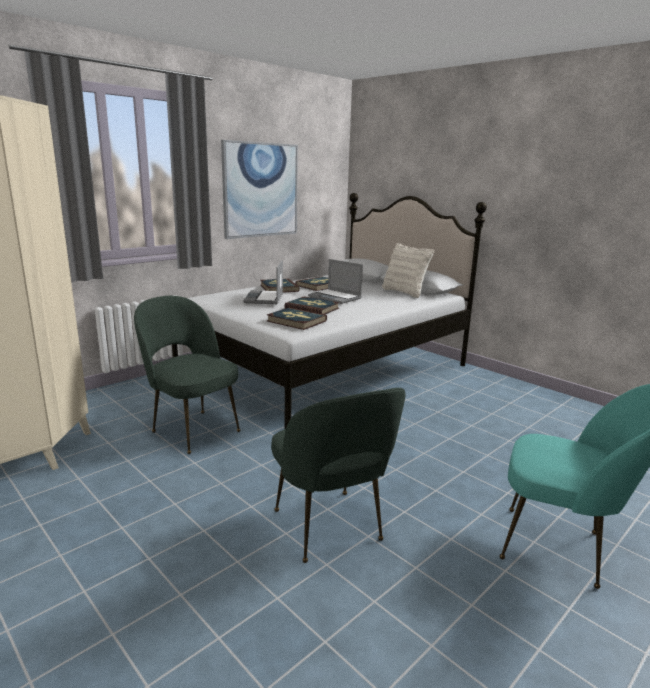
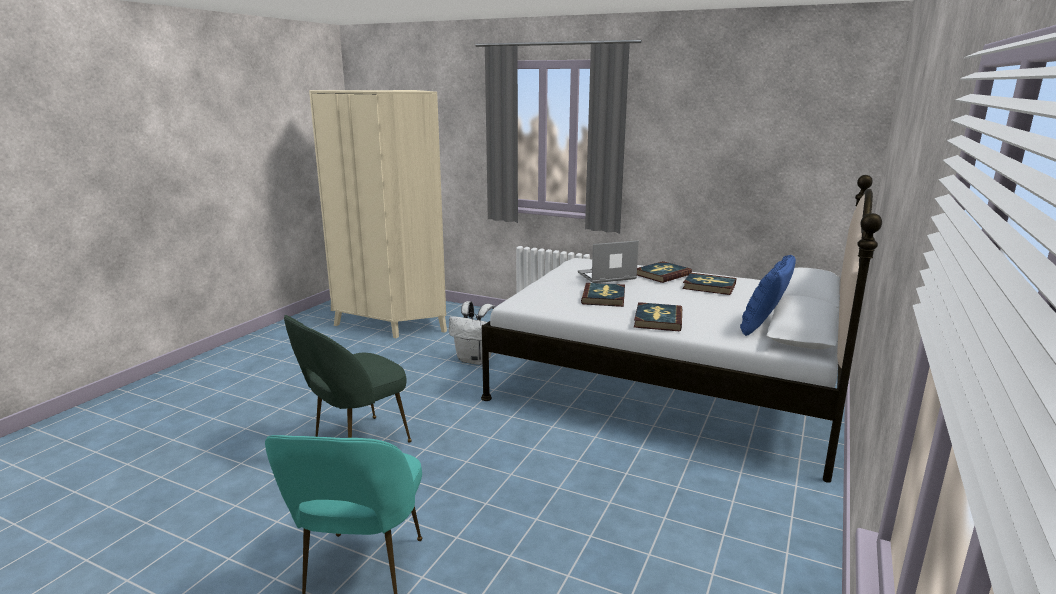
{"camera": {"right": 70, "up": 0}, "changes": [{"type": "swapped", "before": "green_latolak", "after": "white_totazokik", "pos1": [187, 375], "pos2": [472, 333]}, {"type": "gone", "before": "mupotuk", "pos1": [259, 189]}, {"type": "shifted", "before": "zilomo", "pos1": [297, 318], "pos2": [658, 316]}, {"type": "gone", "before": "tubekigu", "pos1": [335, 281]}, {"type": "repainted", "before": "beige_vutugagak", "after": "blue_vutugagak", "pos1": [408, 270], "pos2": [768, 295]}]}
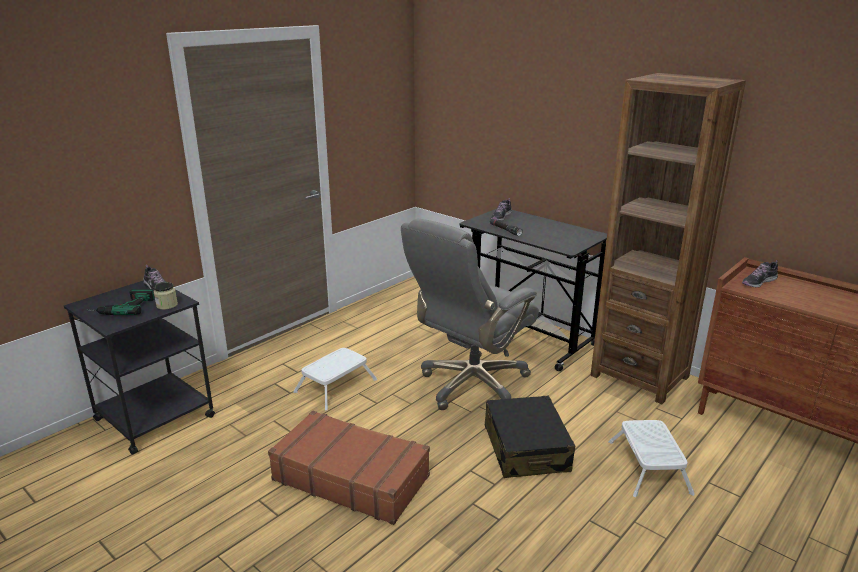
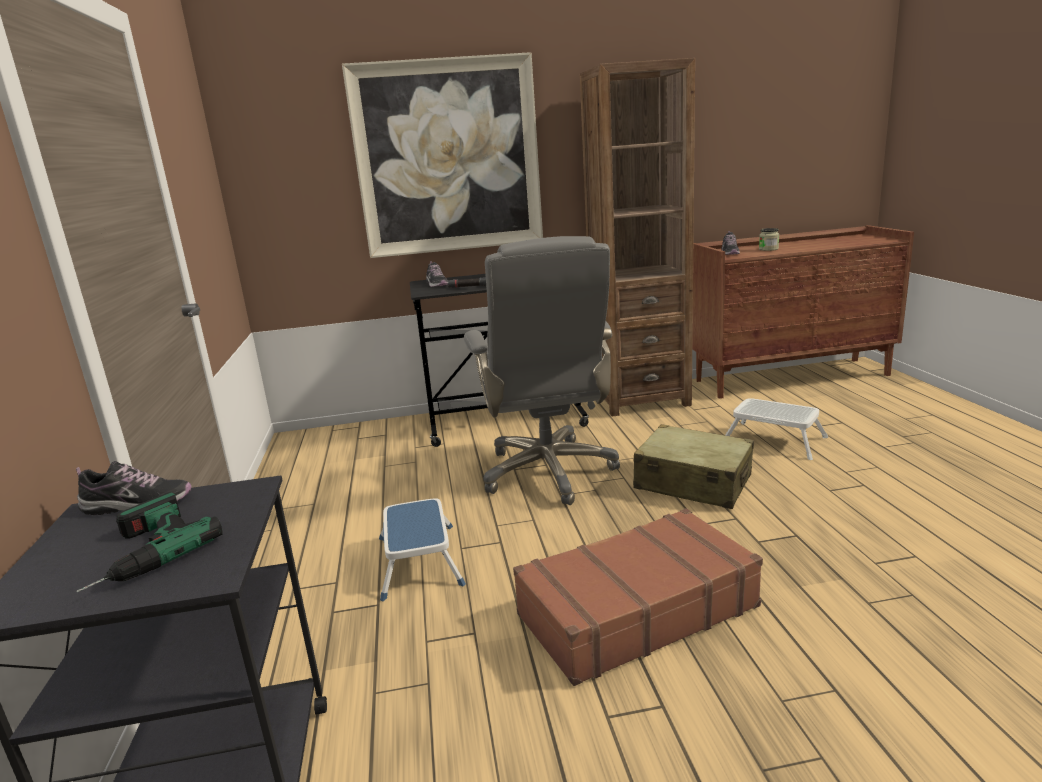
{"camera": {"right": -50, "up": -5}, "changes": [{"type": "shifted", "before": "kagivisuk", "pos1": [166, 296], "pos2": [769, 239]}, {"type": "repainted", "before": "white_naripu", "after": "blue_naripu", "pos1": [335, 379], "pos2": [422, 549]}, {"type": "repainted", "before": "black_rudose", "after": "beige_rudose", "pos1": [530, 436], "pos2": [693, 466]}, {"type": "new", "after": "mupotuk", "pos2": [442, 155]}]}
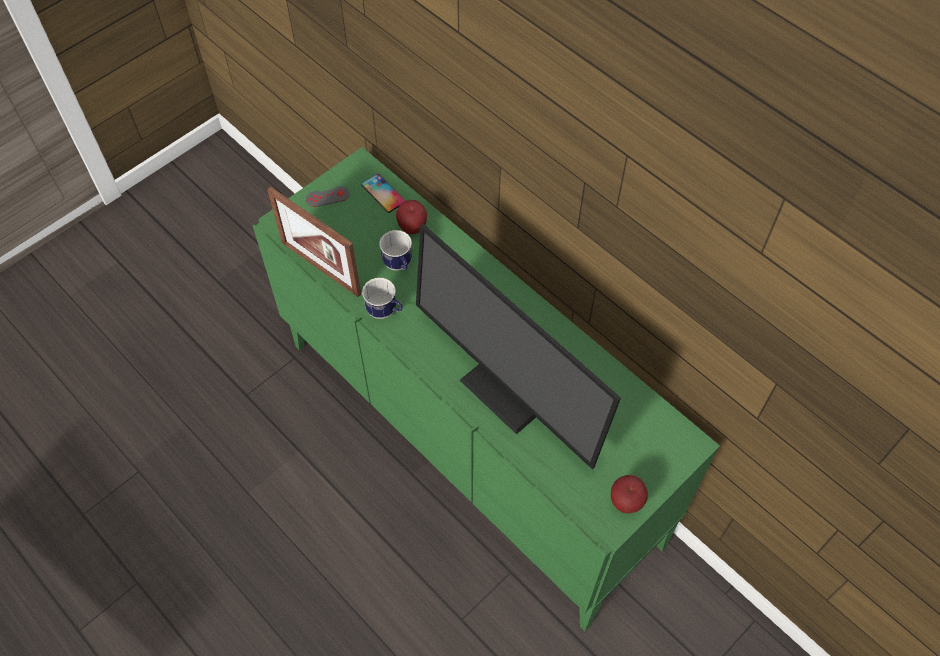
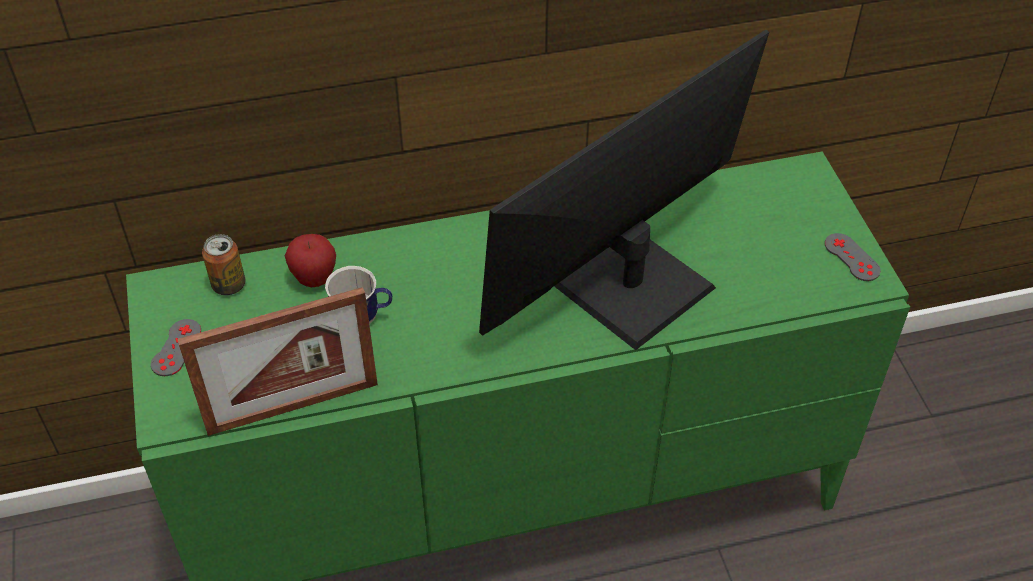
{"camera": {"right": -60, "up": -10}, "changes": [{"type": "swapped", "before": "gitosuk", "after": "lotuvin", "pos1": [383, 193], "pos2": [224, 264]}, {"type": "gone", "before": "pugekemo", "pos1": [382, 298]}, {"type": "rotated", "before": "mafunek", "pos1": [518, 346], "pos2": [624, 190], "turn": 150}, {"type": "swapped", "before": "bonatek", "after": "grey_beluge", "pos1": [629, 494], "pos2": [853, 257]}]}
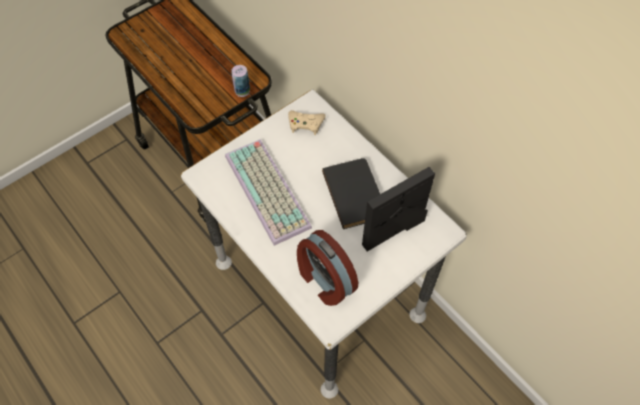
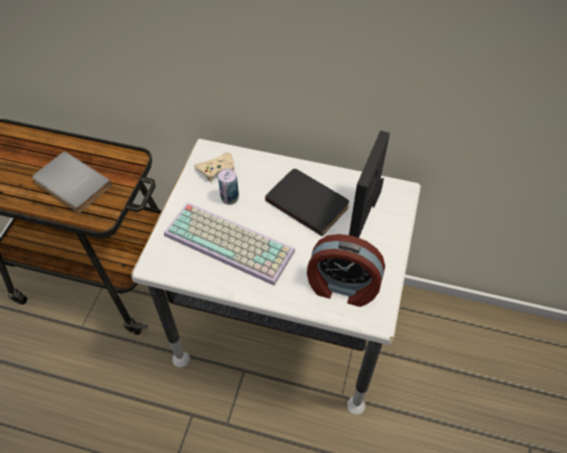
{"camera": {"right": -35, "up": -5}, "changes": [{"type": "shifted", "before": "lotuvin", "pos1": [240, 81], "pos2": [228, 187]}, {"type": "new", "after": "grey_zilomo", "pos2": [72, 182]}]}
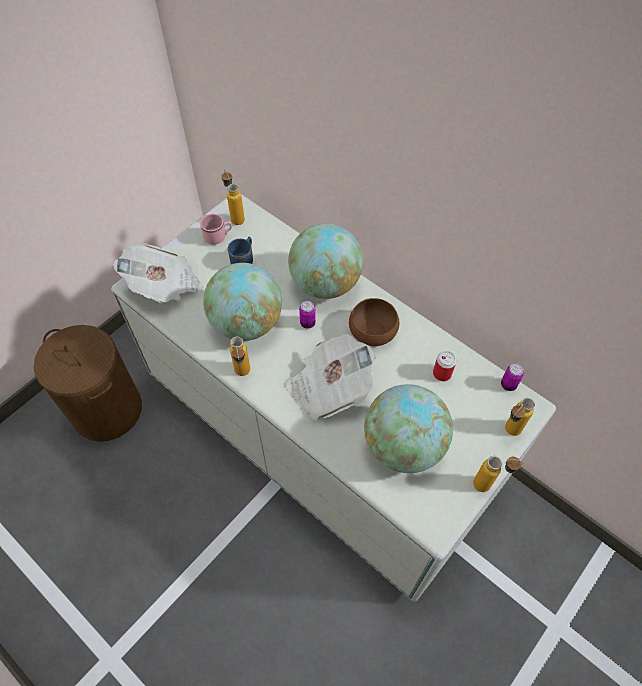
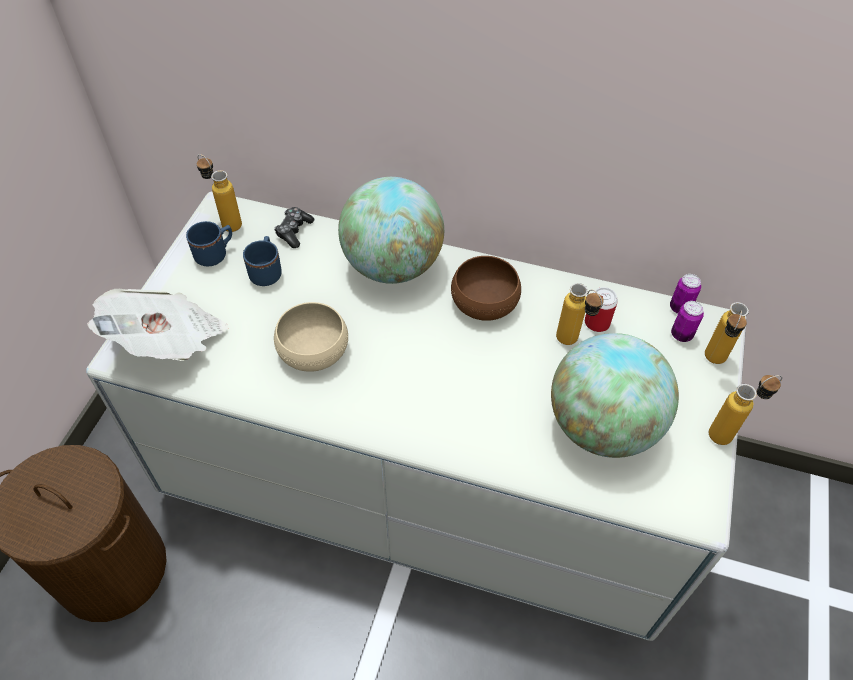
{"camera": {"right": -25, "up": -5}, "changes": [{"type": "repainted", "before": "pink_pugekemo", "after": "blue_pugekemo", "pos1": [216, 229], "pos2": [209, 243]}, {"type": "swapped", "before": "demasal", "after": "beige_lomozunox", "pos1": [242, 302], "pos2": [311, 337]}, {"type": "shifted", "before": "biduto", "pos1": [240, 356], "pos2": [580, 314]}, {"type": "gone", "before": "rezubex", "pos1": [331, 377]}, {"type": "shifted", "before": "lotuvin", "pos1": [307, 315], "pos2": [687, 321]}, {"type": "new", "after": "beluge", "pos2": [294, 227]}]}
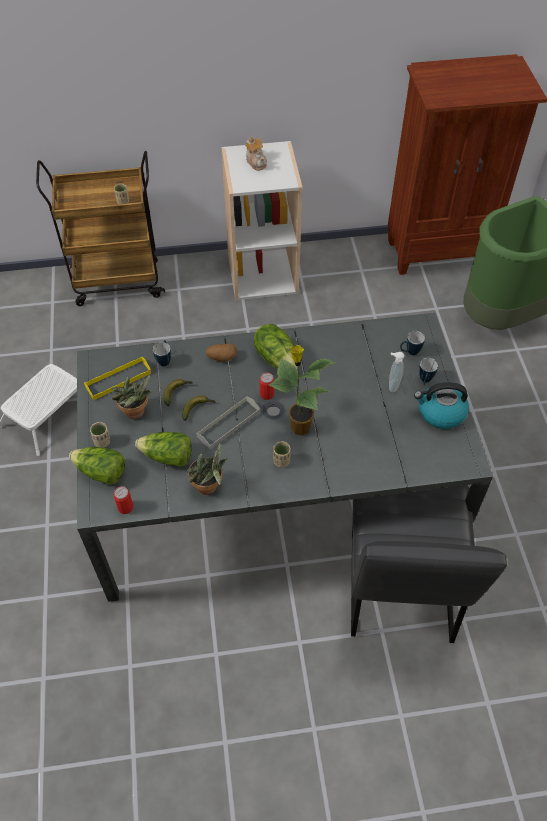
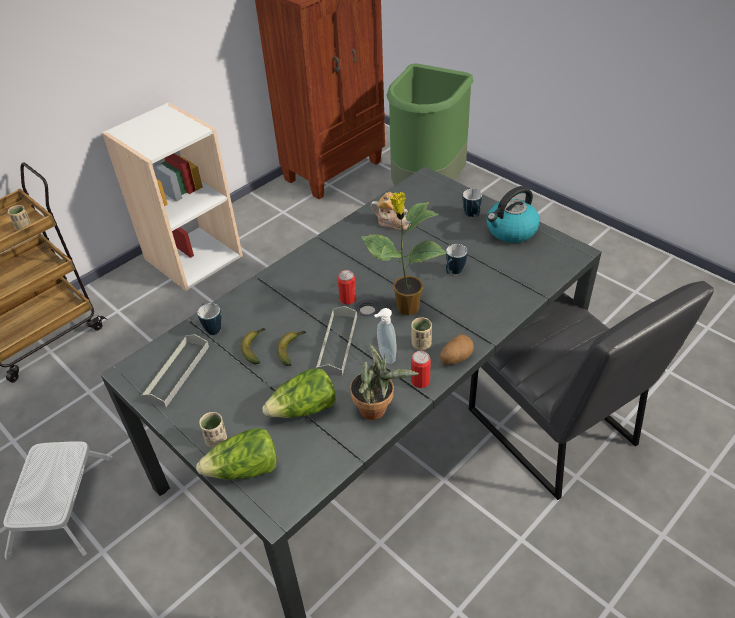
{"camera": {"right": -35, "up": -10}, "changes": [{"type": "repainted", "before": "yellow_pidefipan", "after": "grey_pidefipan", "pos1": [117, 378], "pos2": [175, 370]}, {"type": "gone", "before": "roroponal", "pos1": [132, 396]}, {"type": "shifted", "before": "lotuvin", "pos1": [123, 500], "pos2": [421, 369]}, {"type": "shifted", "before": "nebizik", "pos1": [221, 352], "pos2": [457, 349]}, {"type": "shifted", "before": "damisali", "pos1": [256, 154], "pos2": [391, 211]}, {"type": "gone", "before": "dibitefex", "pos1": [276, 346]}, {"type": "shifted", "before": "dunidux", "pos1": [397, 372], "pos2": [385, 336]}, {"type": "shifted", "before": "pugekemo", "pos1": [412, 343], "pos2": [456, 259]}]}
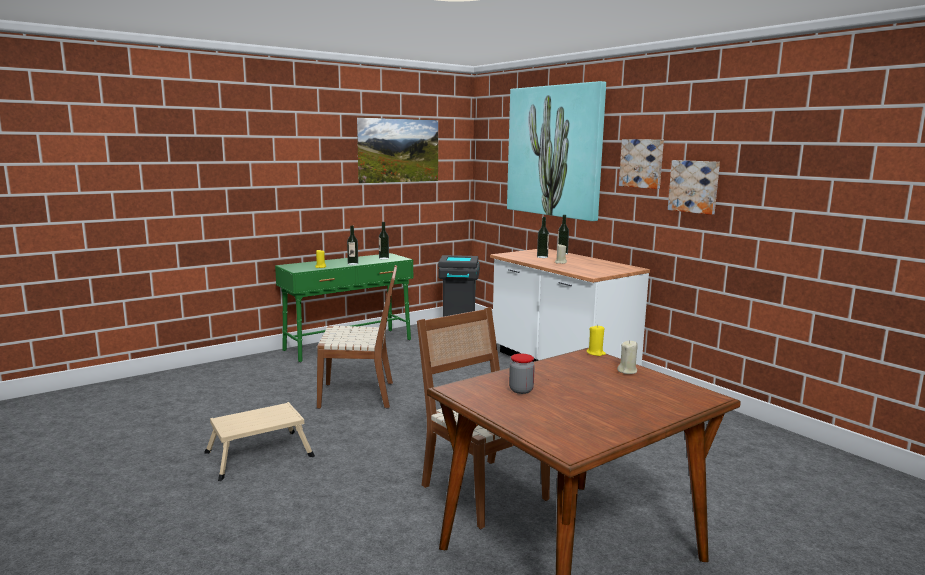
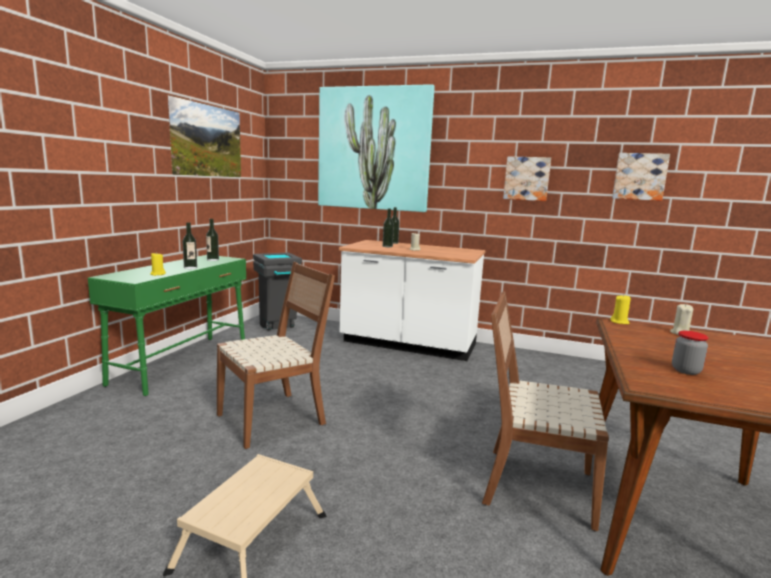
{"camera": {"right": -35, "up": 0}, "changes": [{"type": "shifted", "before": "mupotuk", "pos1": [641, 164], "pos2": [641, 177]}]}
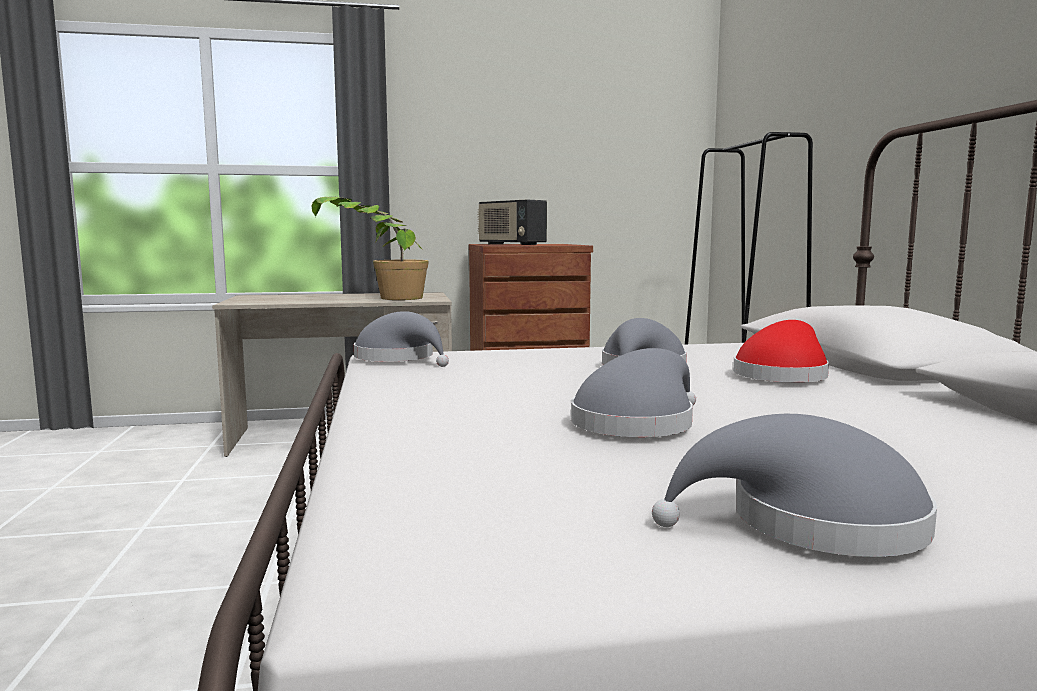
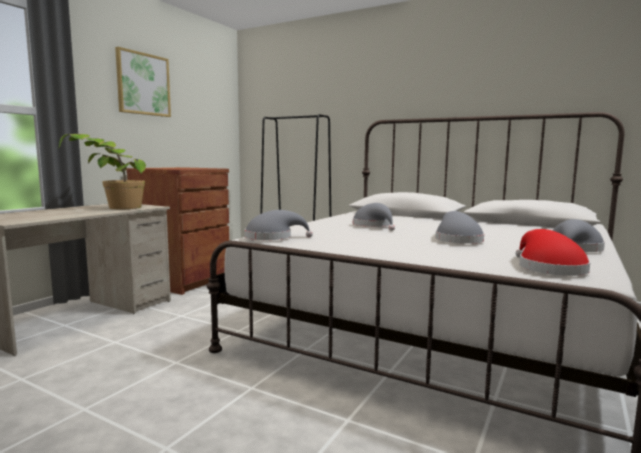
{"camera": {"right": -50, "up": 0}, "changes": [{"type": "gone", "before": "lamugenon", "pos1": [512, 222]}, {"type": "shifted", "before": "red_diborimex", "pos1": [781, 351], "pos2": [552, 252]}, {"type": "new", "after": "mupotuk", "pos2": [143, 82]}]}
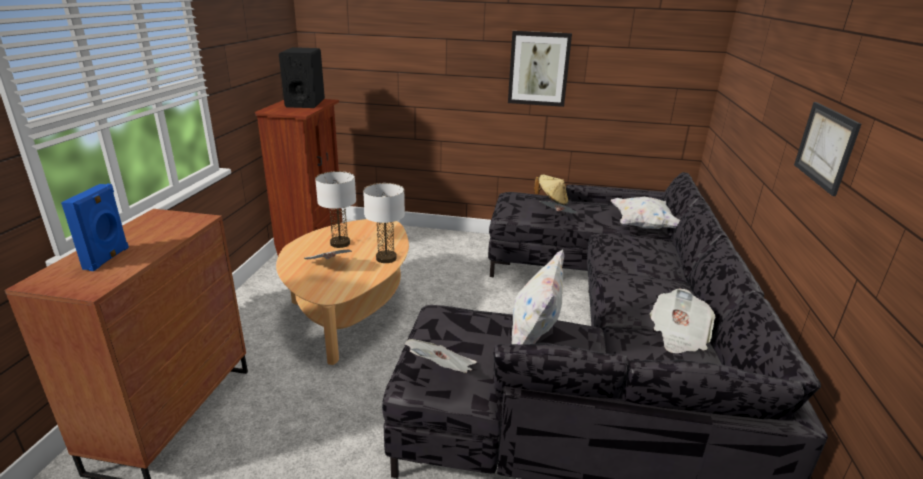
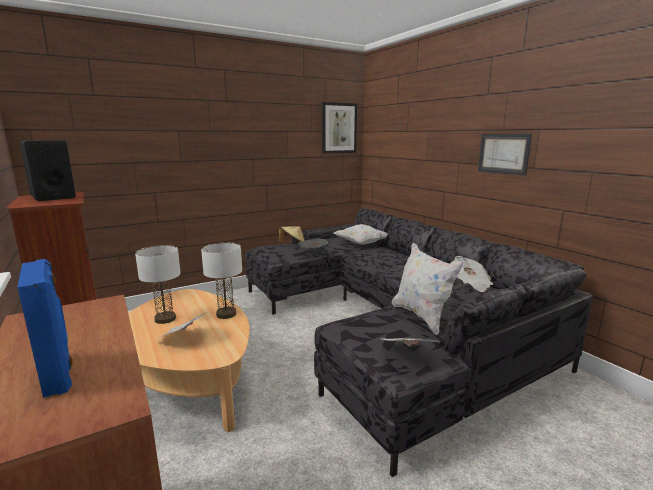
{"camera": {"right": -40, "up": -10}, "changes": [{"type": "shifted", "before": "mupotuk", "pos1": [540, 69], "pos2": [339, 128]}]}
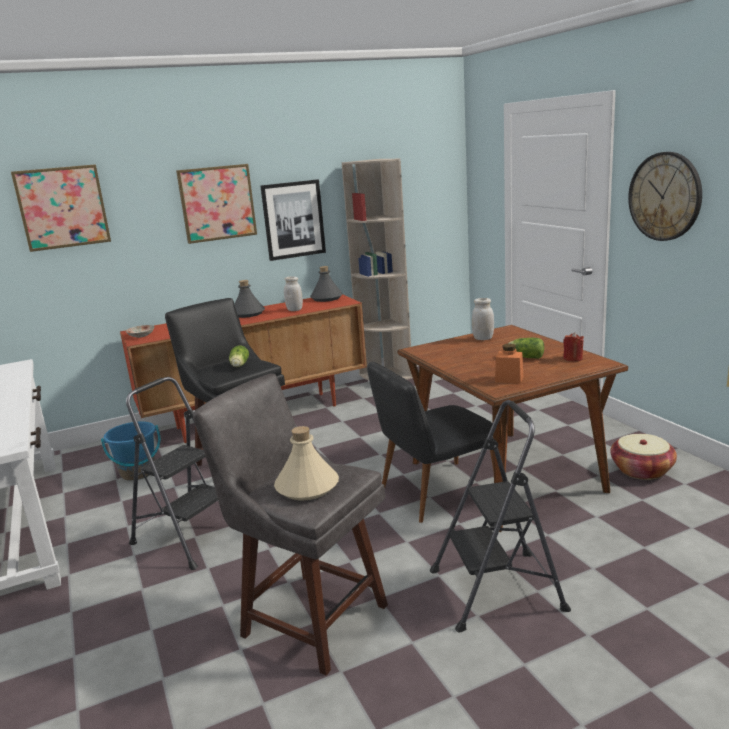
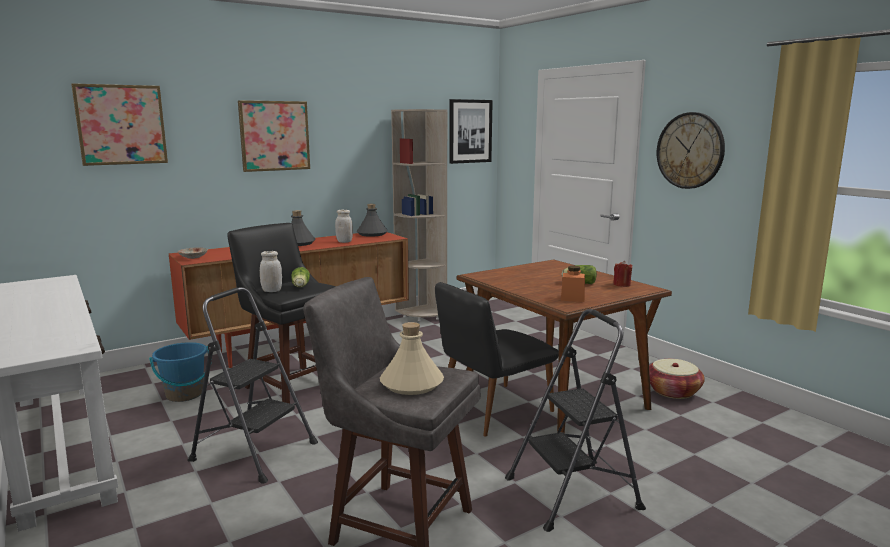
{"camera": {"right": -10, "up": -5}, "changes": [{"type": "shifted", "before": "mupotuk", "pos1": [293, 220], "pos2": [471, 131]}, {"type": "shifted", "before": "white_kagivisuk", "pos1": [483, 319], "pos2": [271, 271]}]}
